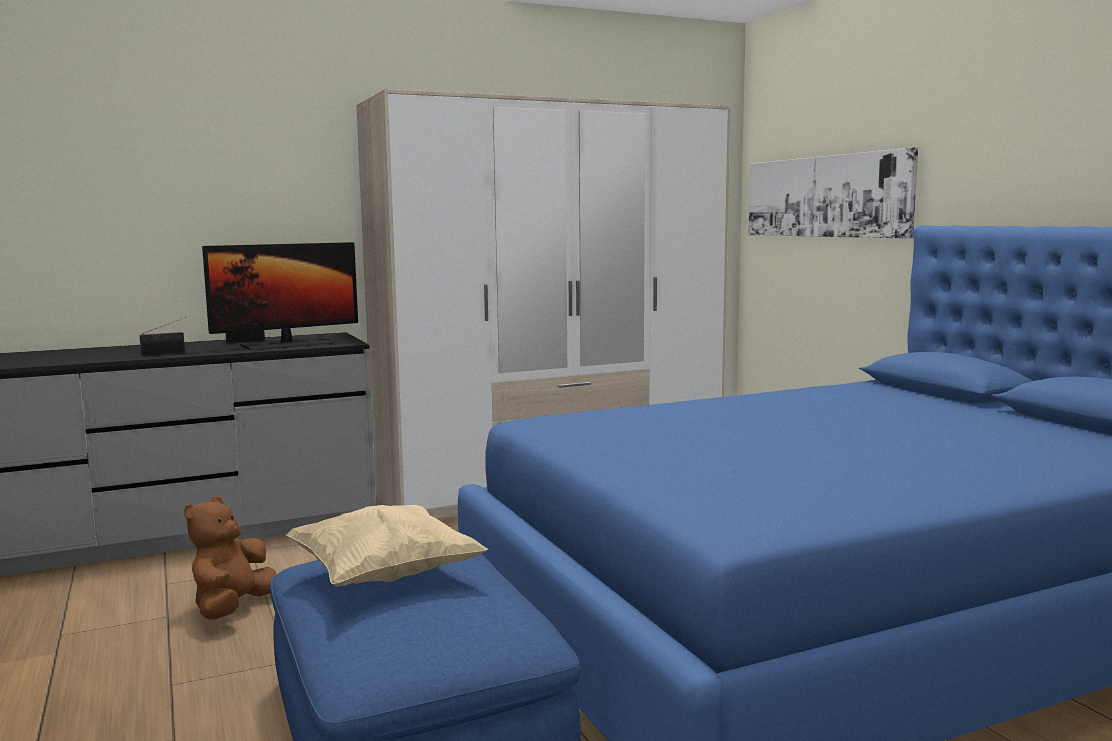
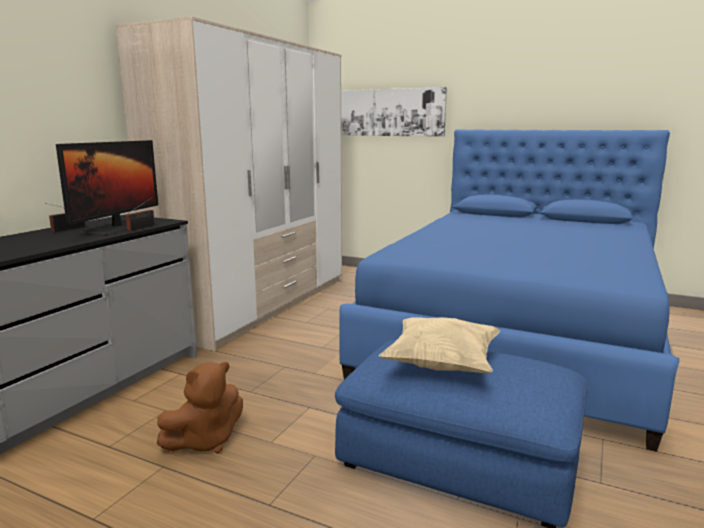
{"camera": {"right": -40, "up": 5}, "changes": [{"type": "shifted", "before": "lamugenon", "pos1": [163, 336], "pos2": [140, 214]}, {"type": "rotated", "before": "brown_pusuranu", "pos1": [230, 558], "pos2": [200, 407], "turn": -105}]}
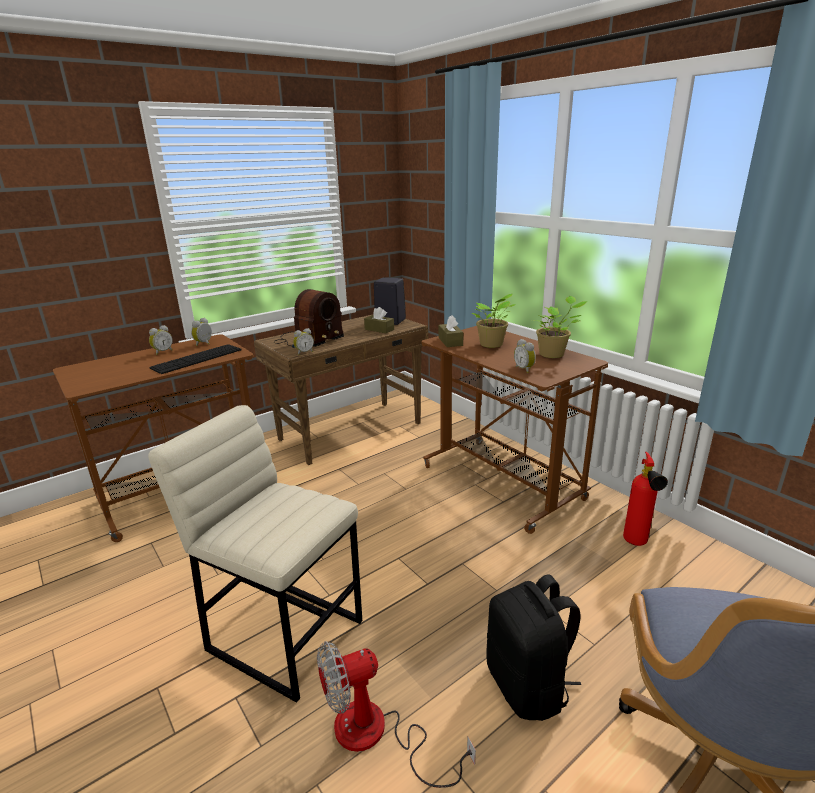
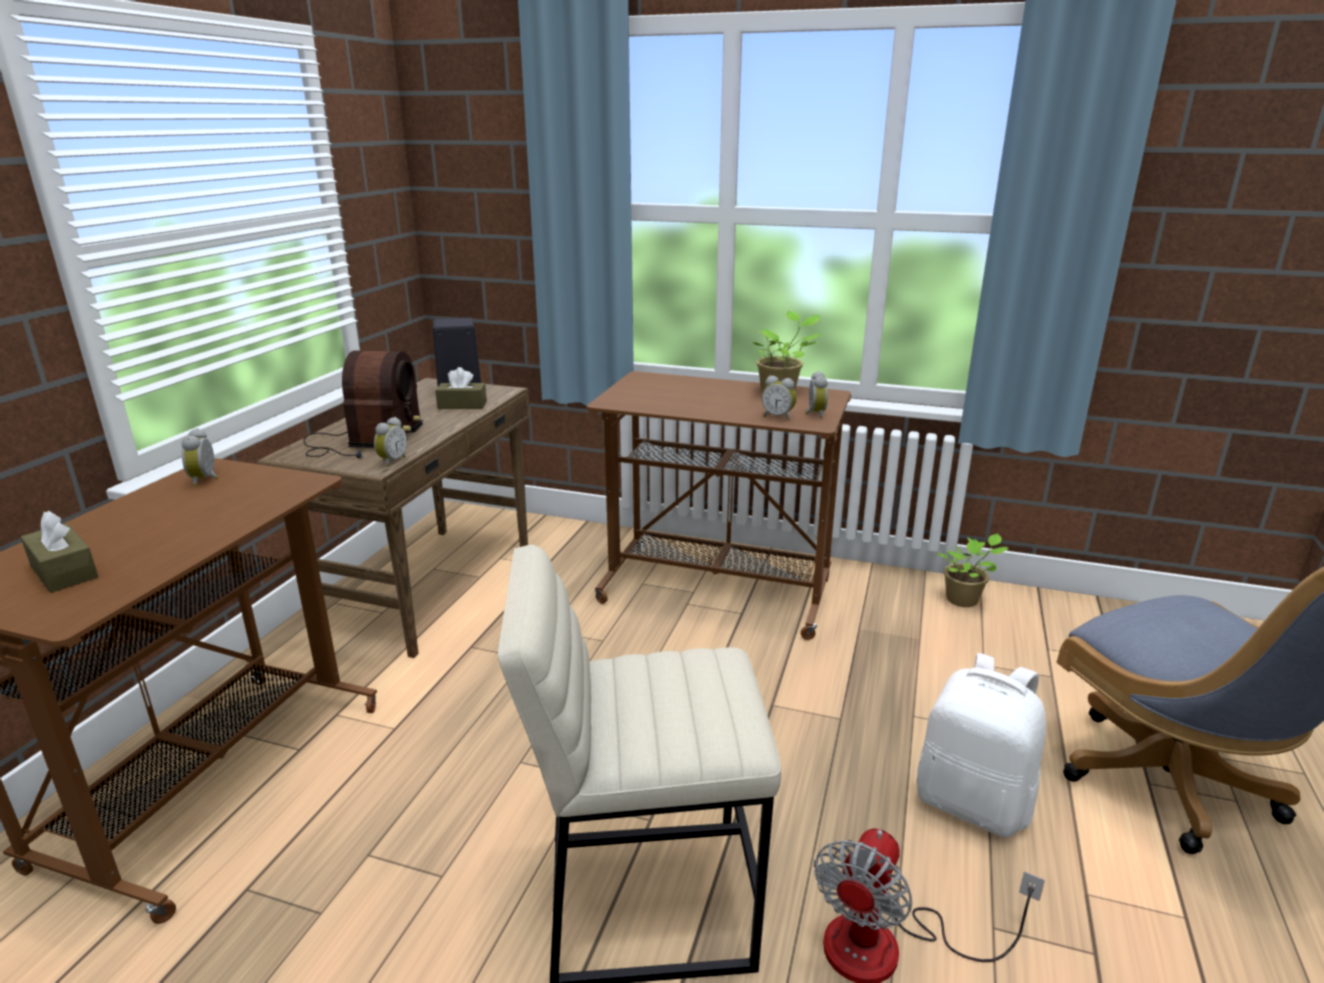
{"camera": {"right": -35, "up": 0}, "changes": [{"type": "shifted", "before": "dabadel", "pos1": [161, 340], "pos2": [816, 395]}, {"type": "gone", "before": "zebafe", "pos1": [195, 359]}, {"type": "shifted", "before": "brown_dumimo", "pos1": [451, 331], "pos2": [59, 551]}, {"type": "shifted", "before": "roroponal", "pos1": [494, 321], "pos2": [972, 570]}, {"type": "repainted", "before": "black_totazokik", "after": "white_totazokik", "pos1": [533, 647], "pos2": [981, 745]}, {"type": "gone", "before": "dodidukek", "pos1": [645, 499]}]}
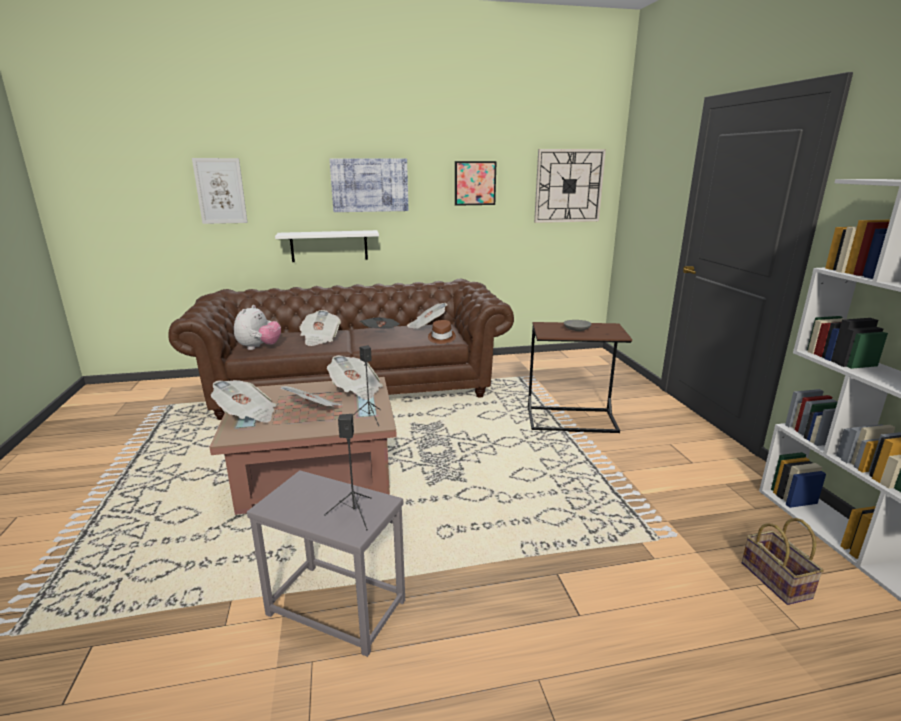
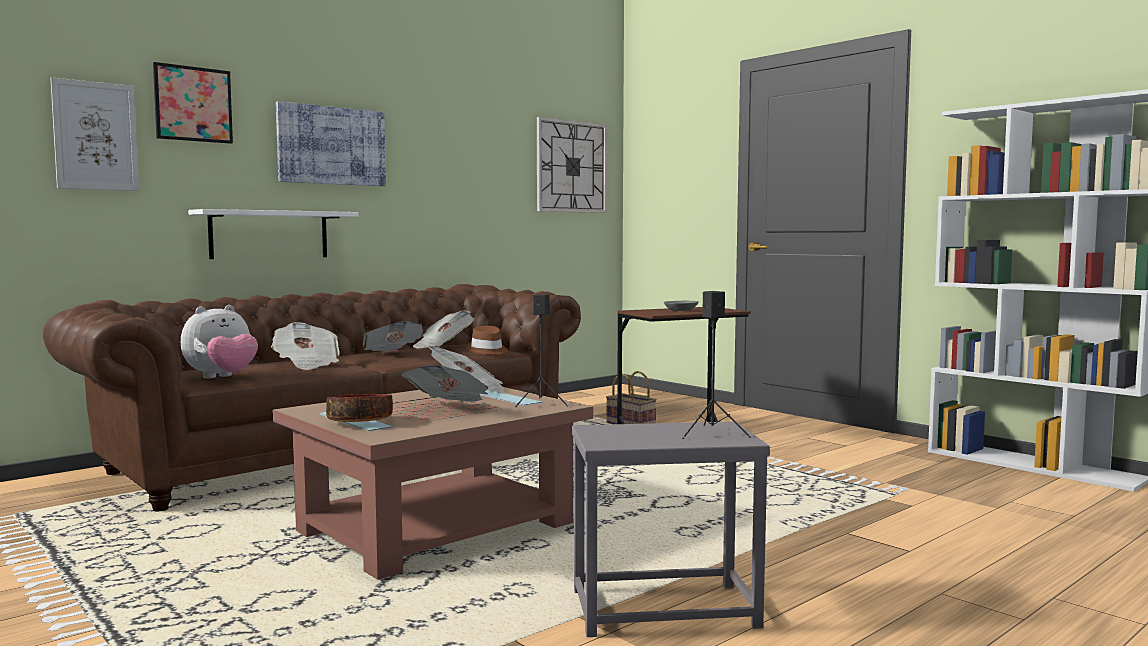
{"camera": {"right": -30, "up": -15}, "changes": [{"type": "swapped", "before": "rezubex", "after": "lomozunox", "pos1": [243, 401], "pos2": [359, 408]}, {"type": "rotated", "before": "pusuranu", "pos1": [257, 327], "pos2": [219, 342], "turn": 60}, {"type": "shifted", "before": "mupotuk", "pos1": [476, 183], "pos2": [193, 103]}, {"type": "shifted", "before": "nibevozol", "pos1": [783, 561], "pos2": [631, 397]}]}
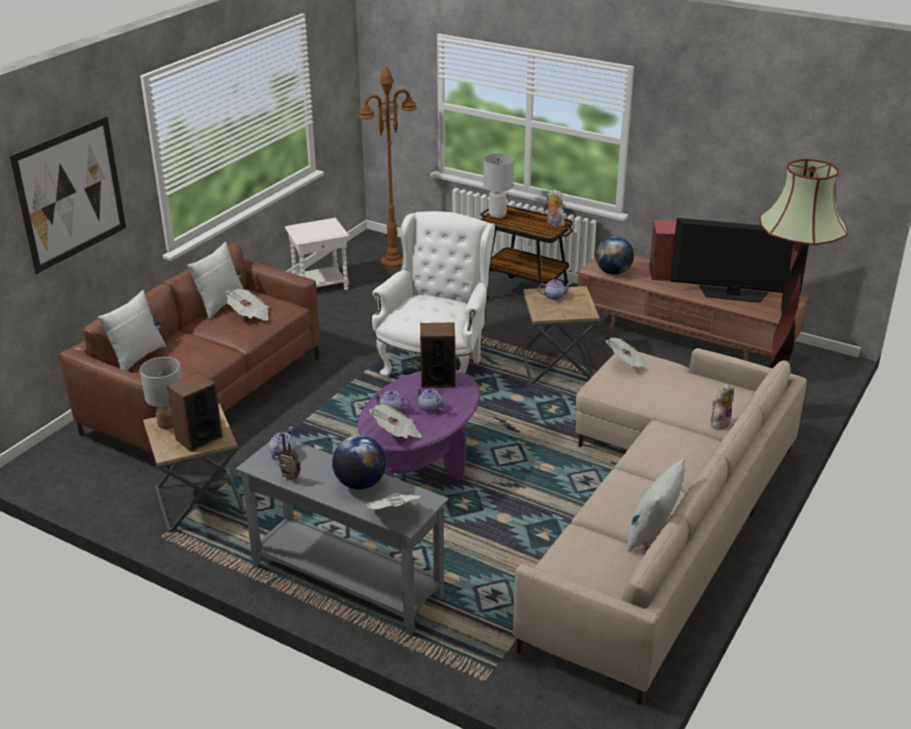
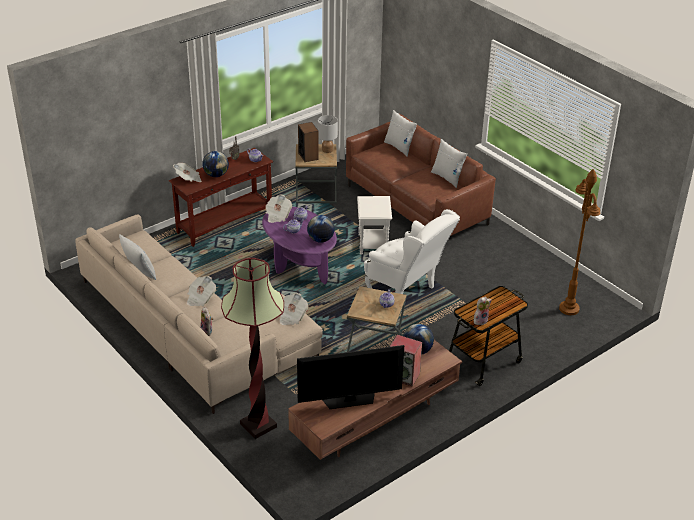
{"camera": {"right": 110, "up": 5}, "changes": [{"type": "gone", "before": "mupotuk", "pos1": [67, 195]}, {"type": "shifted", "before": "rezubex", "pos1": [247, 305], "pos2": [201, 291]}, {"type": "repainted", "before": "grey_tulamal", "after": "brown_tulamal", "pos1": [342, 538], "pos2": [221, 197]}, {"type": "shifted", "before": "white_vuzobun", "pos1": [317, 254], "pos2": [374, 225]}, {"type": "swapped", "before": "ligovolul", "after": "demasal", "pos1": [437, 355], "pos2": [321, 229]}, {"type": "gone", "before": "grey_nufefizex", "pos1": [498, 185]}, {"type": "rotated", "before": "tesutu", "pos1": [739, 260], "pos2": [350, 377], "turn": -135}]}
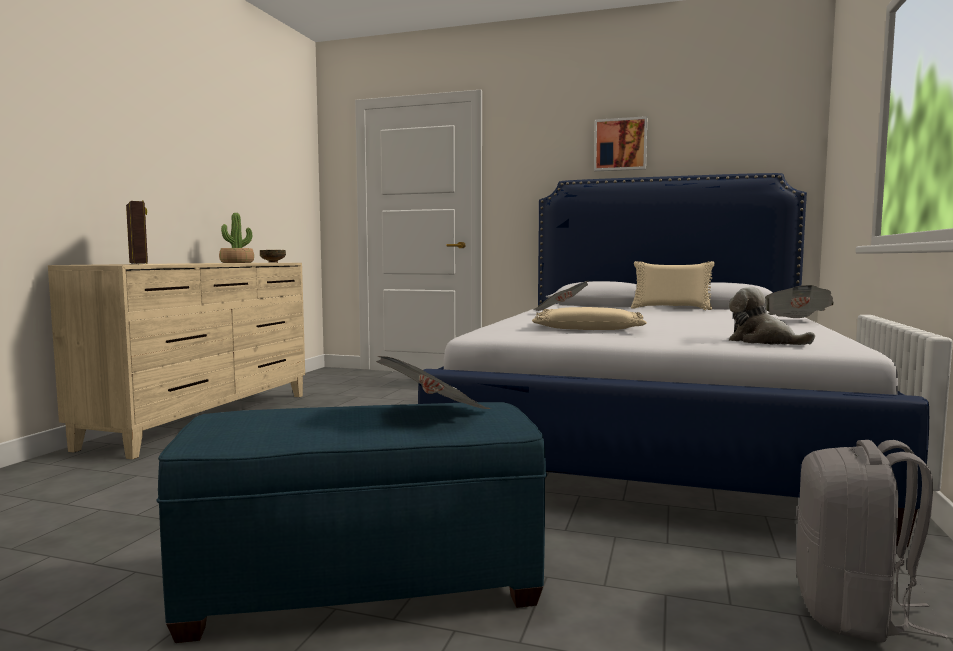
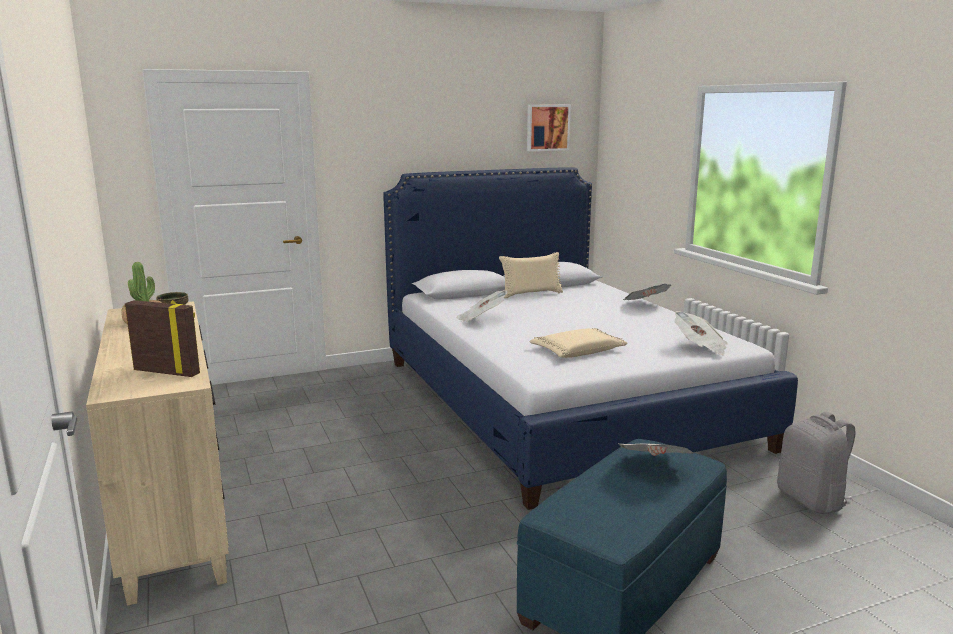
{"camera": {"right": -40, "up": 10}, "changes": [{"type": "shifted", "before": "mupotuk", "pos1": [620, 143], "pos2": [549, 128]}, {"type": "swapped", "before": "pusuranu", "after": "rezubex", "pos1": [772, 316], "pos2": [701, 333]}]}
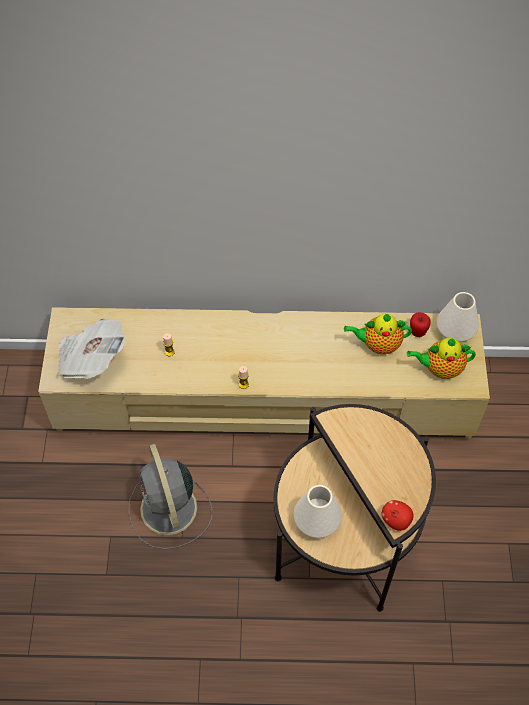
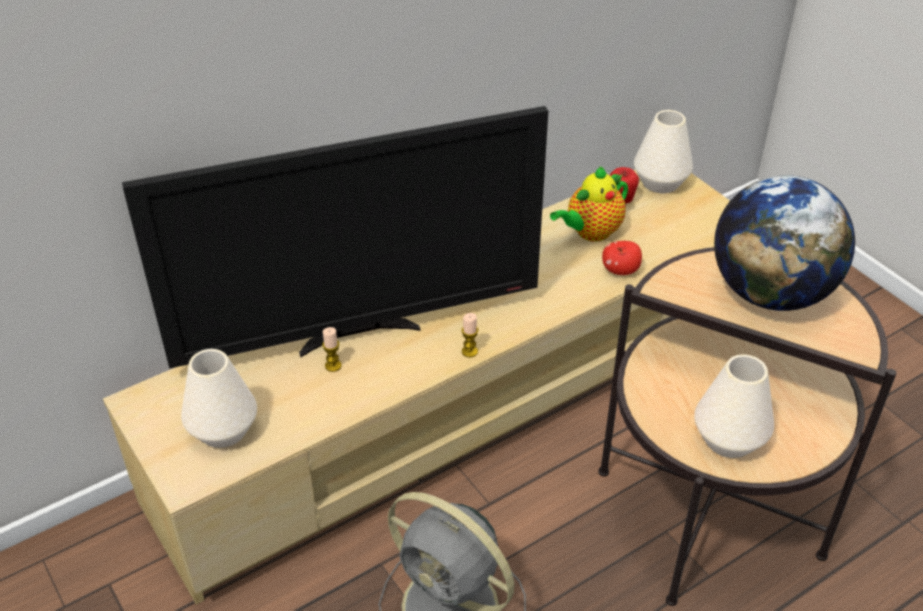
{"camera": {"right": -35, "up": -15}, "changes": [{"type": "swapped", "before": "rezubex", "after": "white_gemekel", "pos1": [91, 348], "pos2": [219, 398]}, {"type": "shifted", "before": "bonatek", "pos1": [398, 515], "pos2": [622, 258]}, {"type": "gone", "before": "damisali", "pos1": [441, 358]}, {"type": "new", "after": "tesutu", "pos2": [335, 237]}, {"type": "new", "after": "demasal", "pos2": [784, 243]}]}
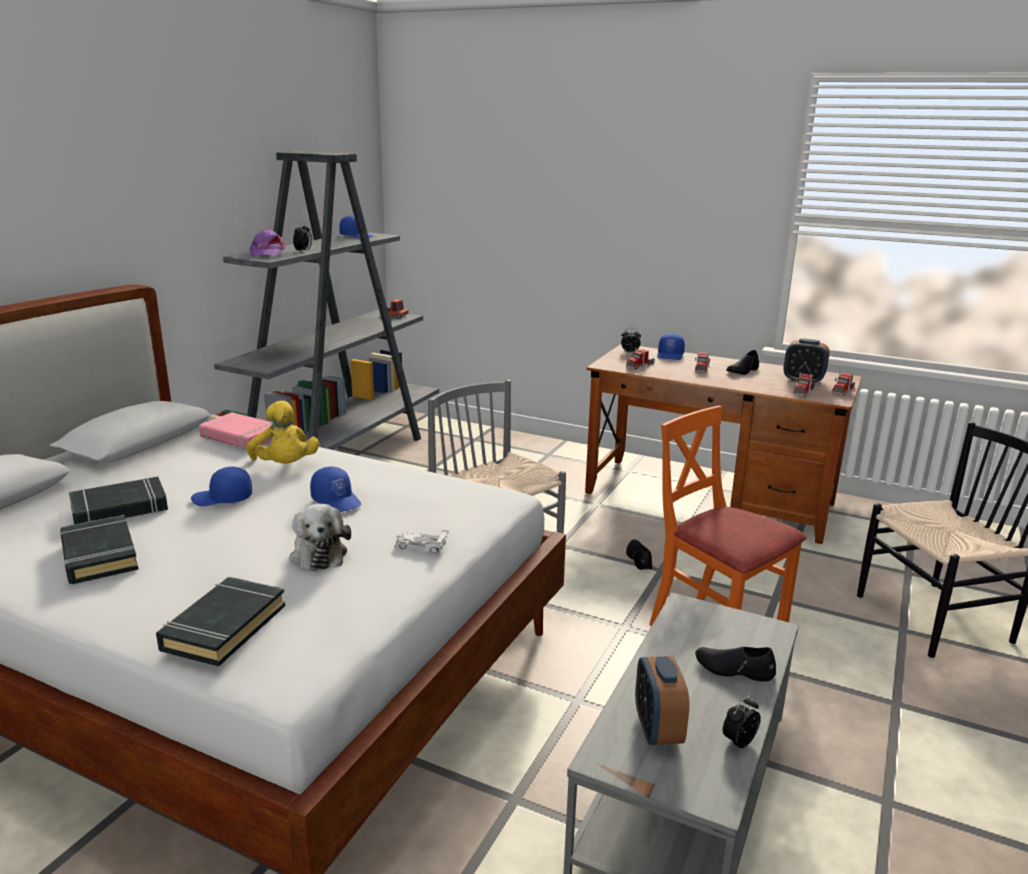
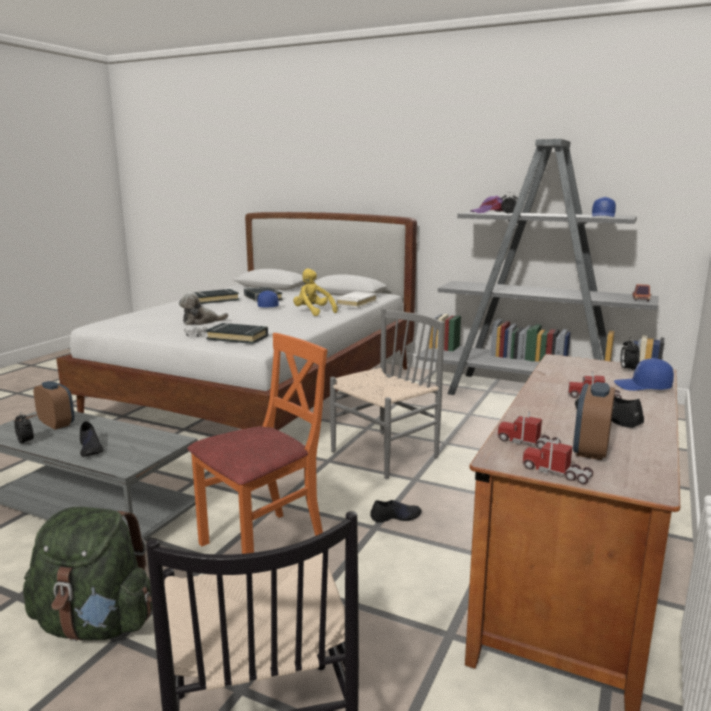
{"camera": {"right": 90, "up": -5}, "changes": [{"type": "shifted", "before": "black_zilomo", "pos1": [221, 622], "pos2": [237, 333]}, {"type": "repainted", "before": "pink_zilomo", "after": "white_zilomo", "pos1": [236, 430], "pos2": [356, 299]}, {"type": "rotated", "before": "yellow_pusuranu", "pos1": [282, 432], "pos2": [315, 292], "turn": 75}, {"type": "gone", "before": "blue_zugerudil", "pos1": [335, 489]}, {"type": "gone", "before": "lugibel", "pos1": [640, 358]}, {"type": "rotated", "before": "dabadel", "pos1": [662, 700], "pos2": [54, 405], "turn": 45}, {"type": "rotated", "before": "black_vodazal", "pos1": [735, 664], "pos2": [91, 438], "turn": 135}, {"type": "new", "after": "green_totazokik", "pos2": [87, 574]}]}
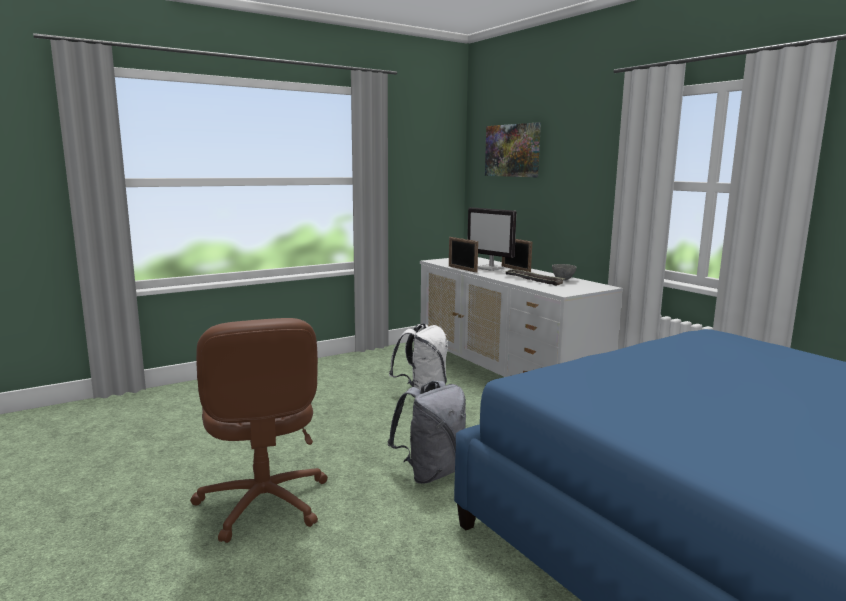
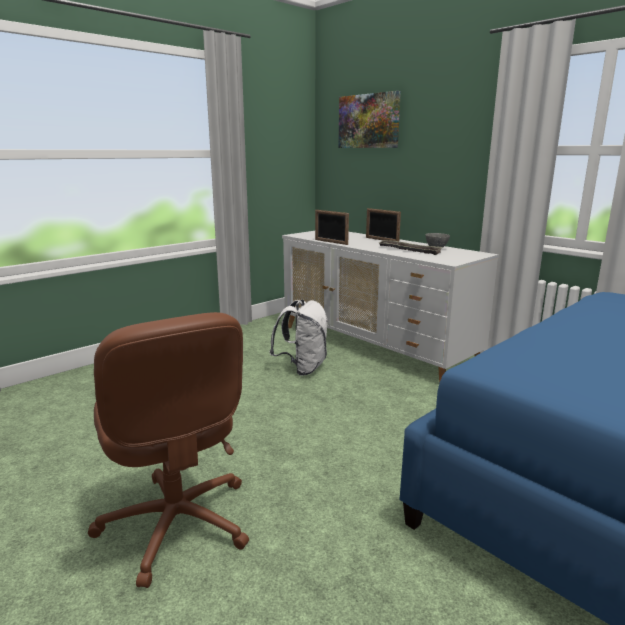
{"camera": {"right": -10, "up": 5}, "changes": [{"type": "gone", "before": "grey_totazokik", "pos1": [426, 432]}, {"type": "gone", "before": "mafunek", "pos1": [491, 239]}]}
